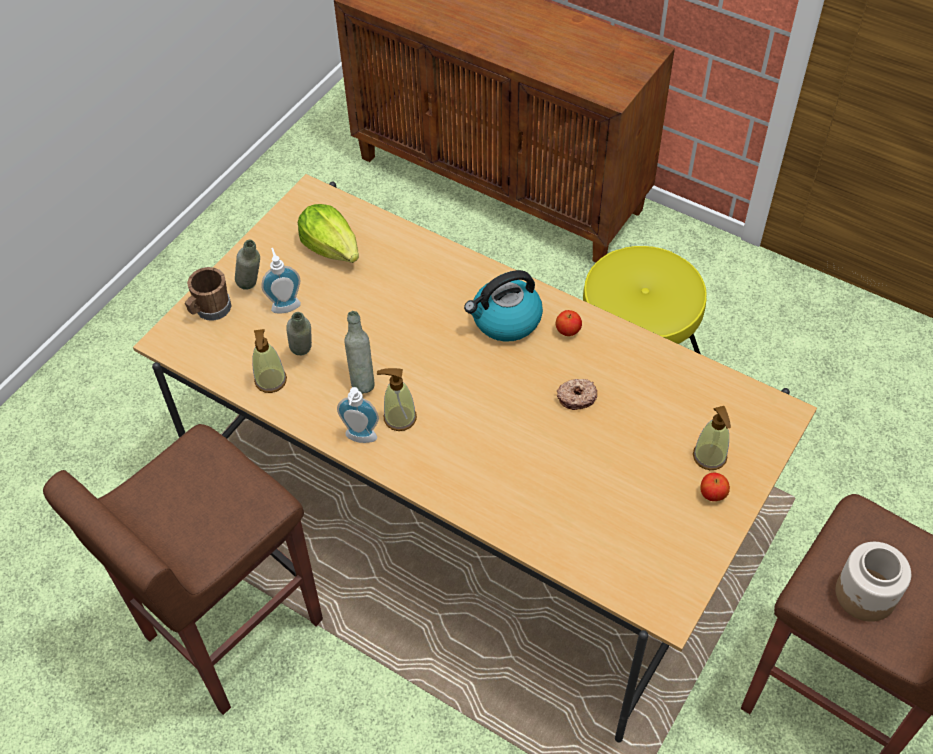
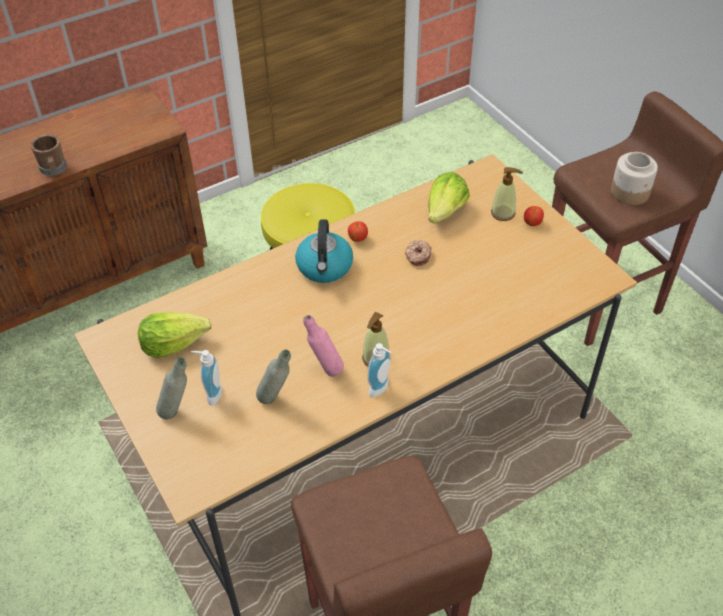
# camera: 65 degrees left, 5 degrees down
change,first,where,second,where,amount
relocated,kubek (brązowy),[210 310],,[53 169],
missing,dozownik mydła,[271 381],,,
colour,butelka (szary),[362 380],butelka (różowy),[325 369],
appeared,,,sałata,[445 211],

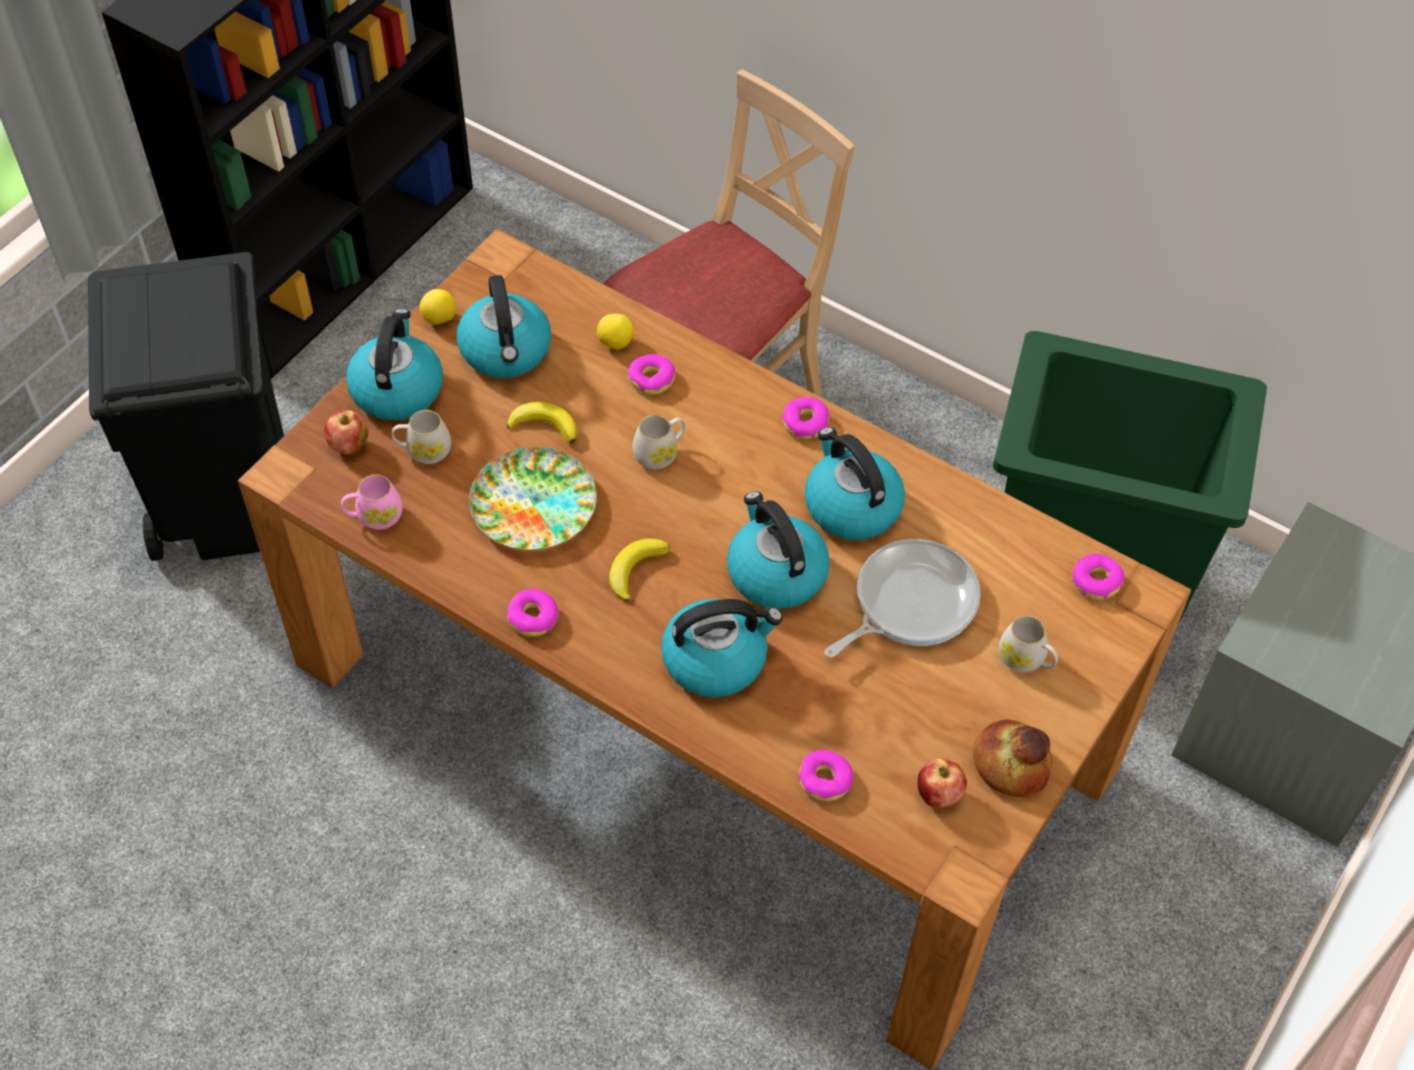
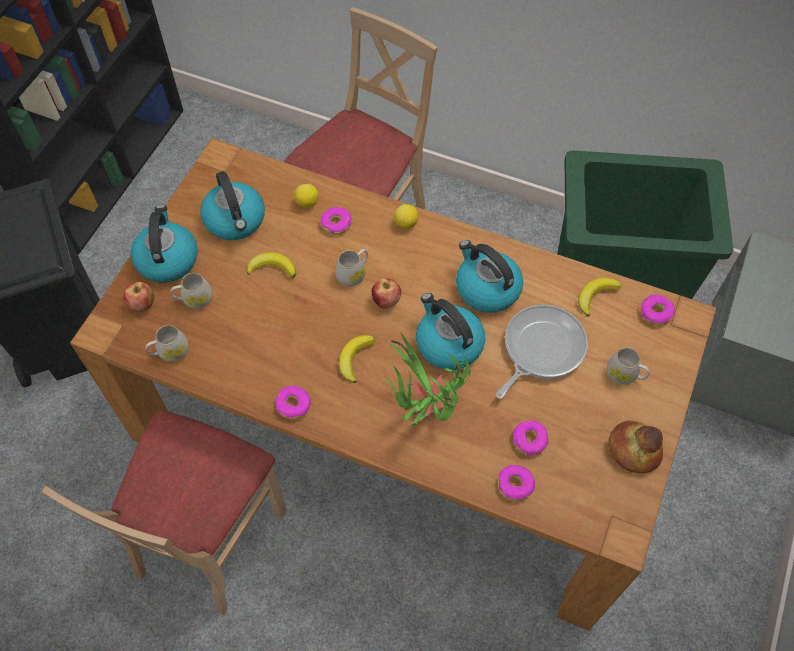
# camera: 10 degrees left, 5 degrees up
change,first,where,second,where,amount
colour,kubek (różowy),[374 516],kubek (biały),[170 352],
relocated,cytryna,[439 319],,[406 224],
missing,talerz,[534 504],,,
exchanged,czajnik,[716 659],roślina doniczkowa,[423 412],
relocated,donut,[805 423],,[529 440],
relocated,jabłko,[938 795],,[386 301],
appeared,,,krzesło (beżowy),[209 539],
appeared,,,banan,[595 296],

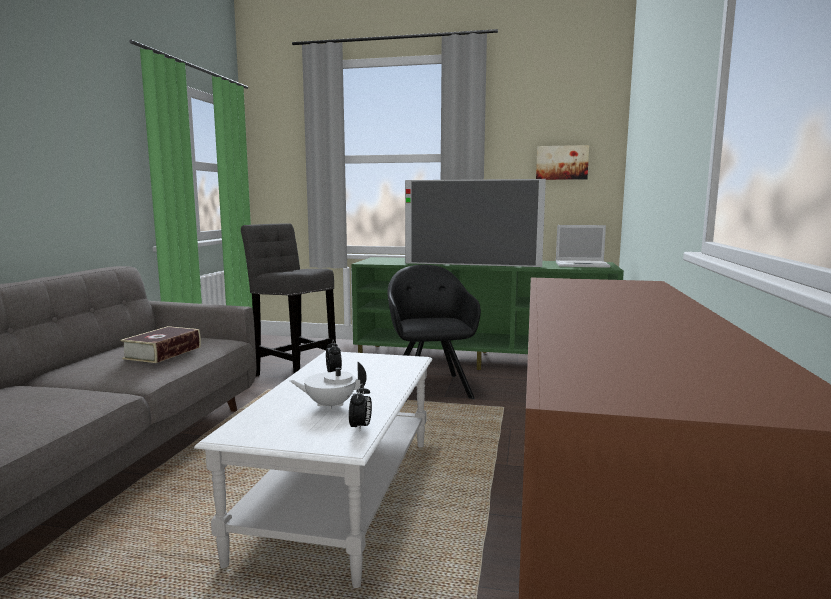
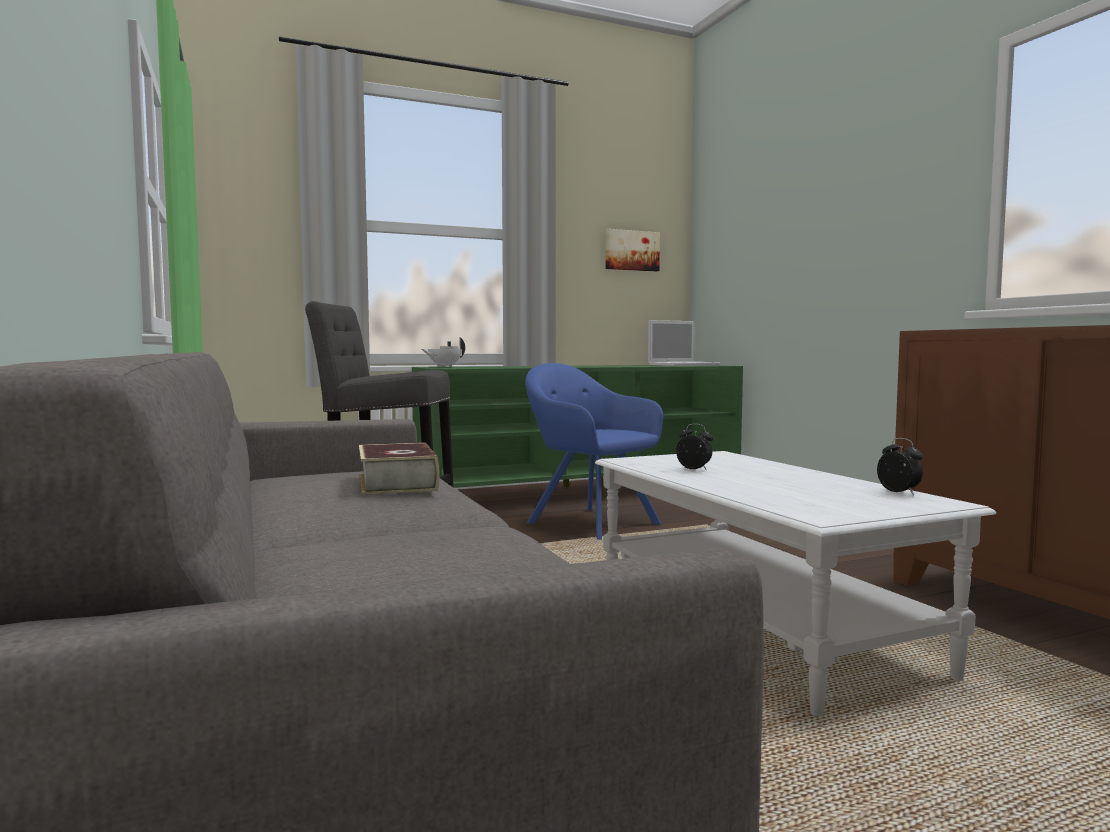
# camera: 35 degrees left, 5 degrees down
change,first,where,second,where,amount
relocated,imbryk (biały),[330 405],,[444 366],
colour,fotel (czarny),[429 386],fotel (niebieski),[588 522],
missing,telewizor,[471 265],,,

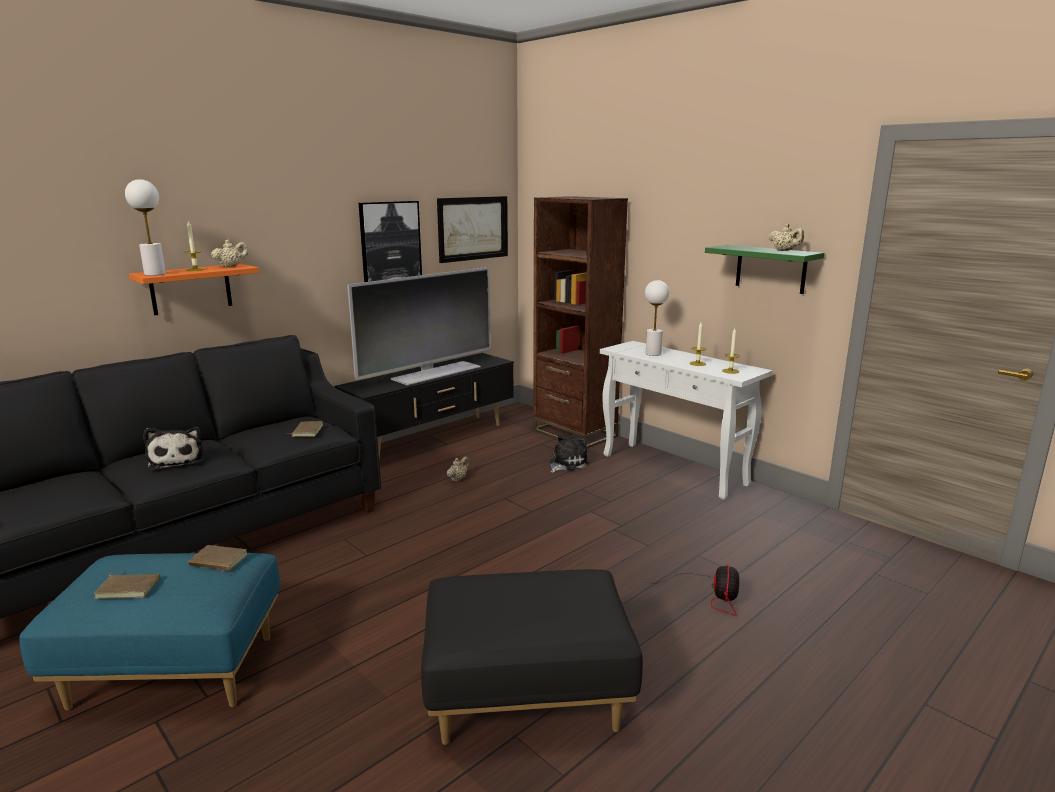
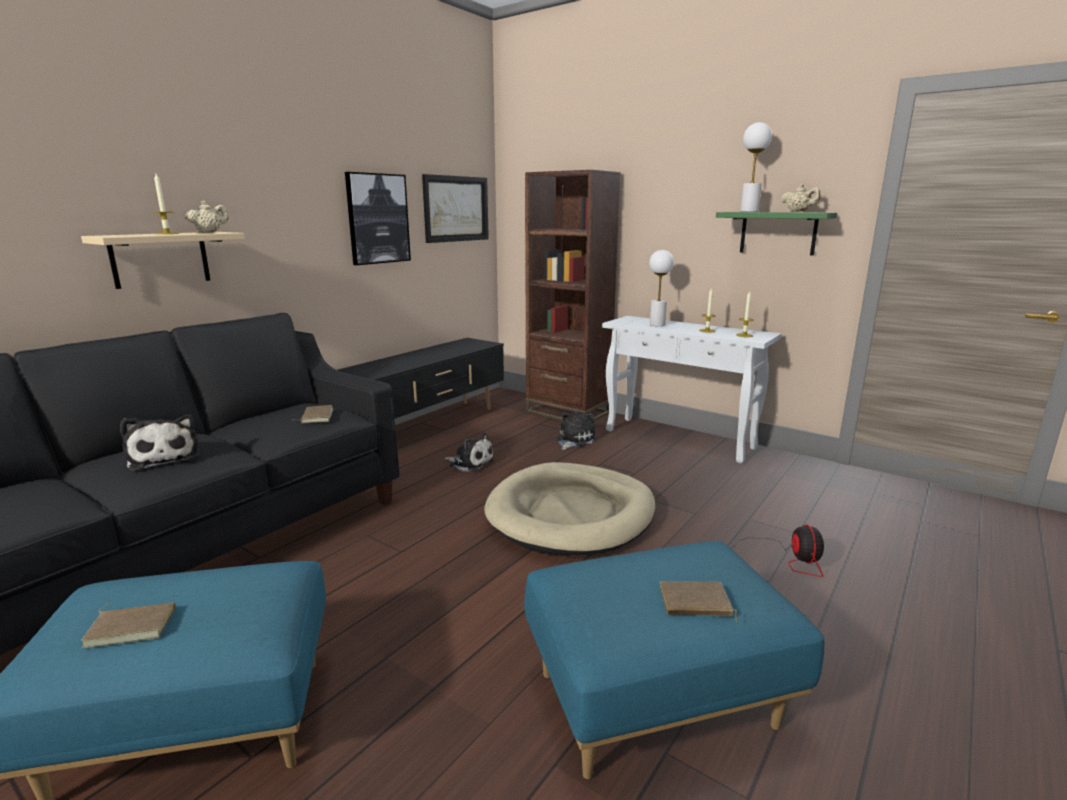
# camera: 10 degrees left, 0 degrees up
change,first,where,second,where,amount
relocated,lampa stołowa (biały),[154 274],,[749 211],
colour,półka (pomarańczowy),[191 289],półka (beżowy),[160 259],
relocated,książka (brązowy),[217 561],,[695 604],
missing,telewizor,[435 373],,,
colour,pufa (czarny),[525 699],pufa (niebieski),[655 702],
exchanged,imbryk (beżowy),[458 479],pluszak,[470 463],
appeared,,,legowisko (beżowy),[571 514],

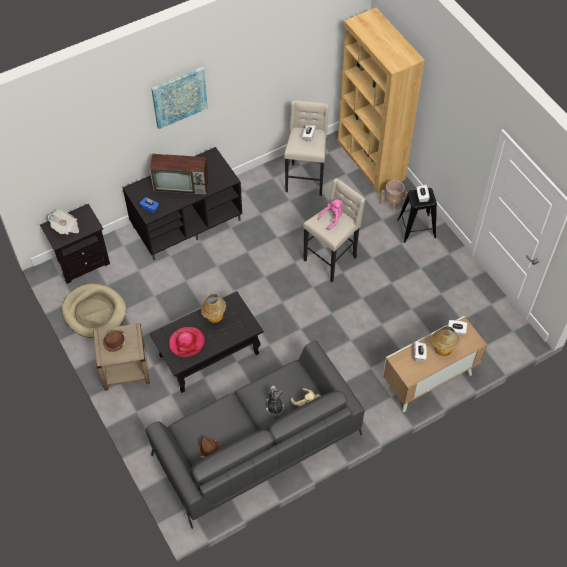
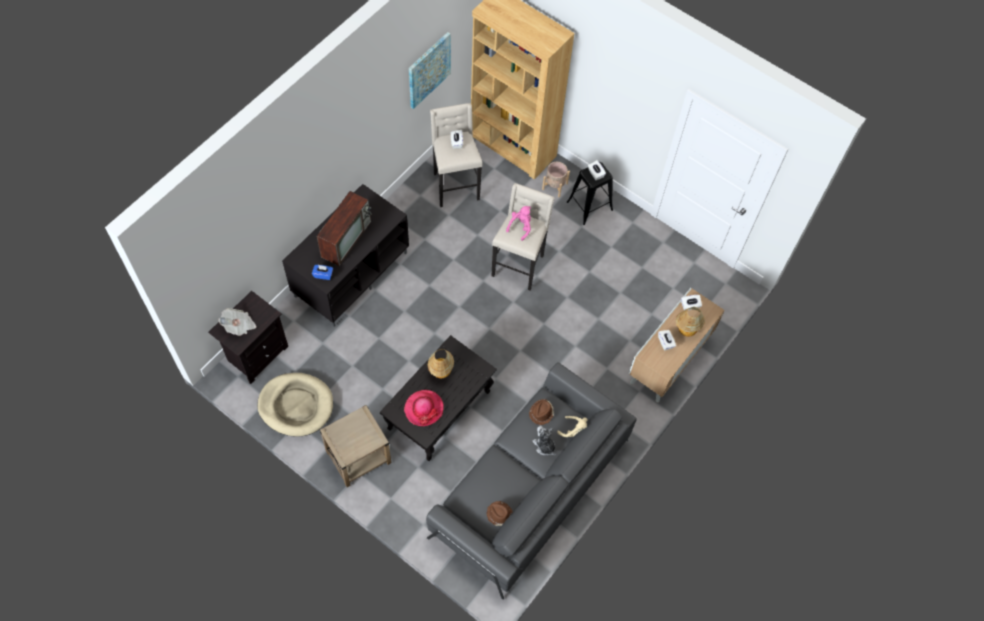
# camera: 25 degrees left, 5 degrees up
change,first,where,second,where,amount
relocated,kapelusz (brązowy),[115 342],,[541 413],
spun,telewizor,[182 185],,[346 238],45 degrees counterclockwise
relocated,obraz,[179 97],,[428 70],

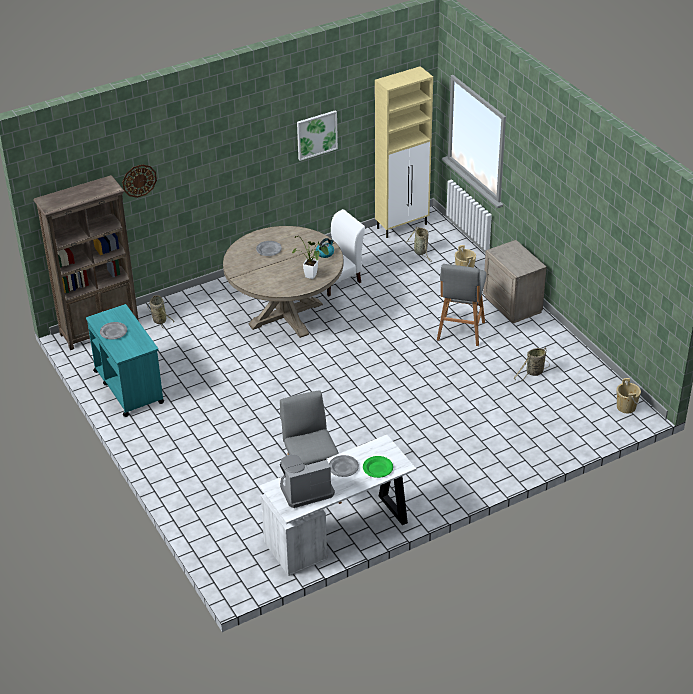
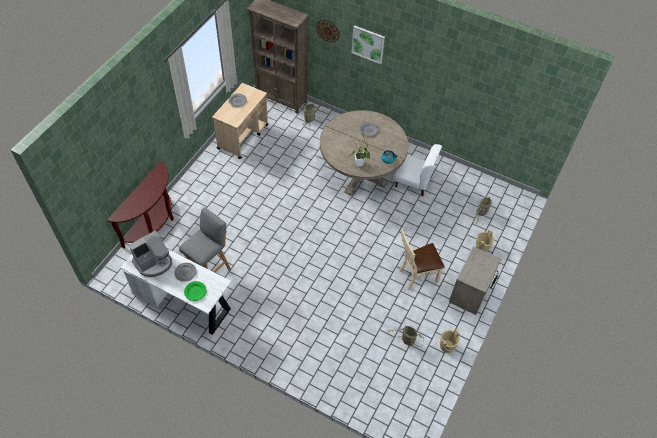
# camera: 55 degrees right, 15 degrees up
change,first,where,second,where,amount
colour,wózek (turkusowy),[128 386],wózek (beżowy),[243 136],
spun,ekspres do kawy,[305 490],,[154 263],105 degrees clockwise
relocated,obraz,[316 134],,[368 44],
missing,szafka (beżowy),[402 226],,,
exchanged,stołek (szary),[460 332],krzesło (beżowy),[416 276],
relocated,wiadro (beżowy),[626 407],,[447 346],
appeared,,,stolik konsolowy (brązowy),[153 225],

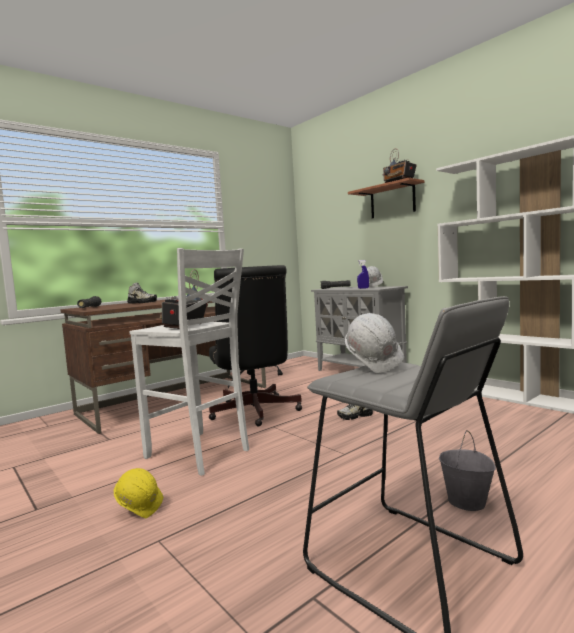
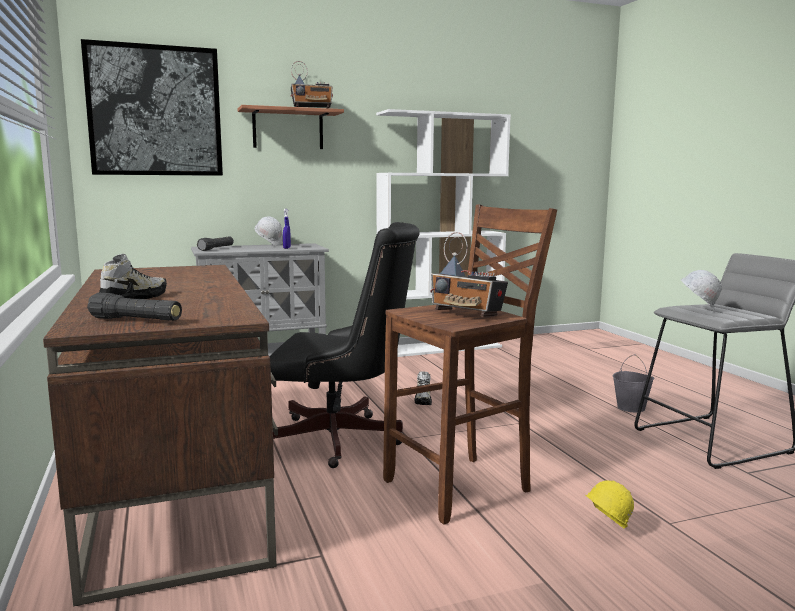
# camera: 70 degrees left, 5 degrees up
change,first,where,second,where,amount
colour,stołek (biały),[199 454],stołek (brązowy),[461 487],
appeared,,,obraz,[155 111],

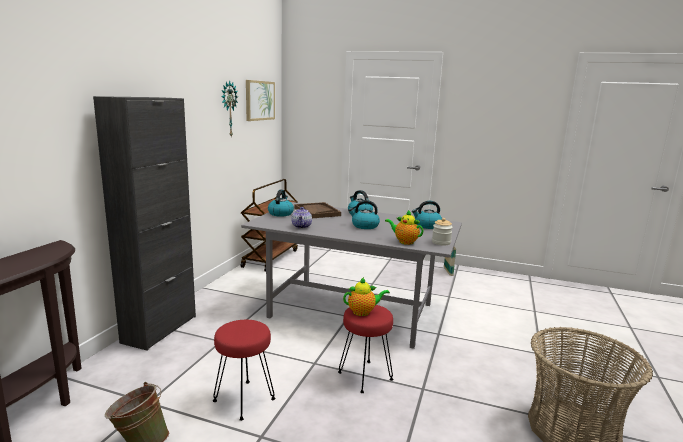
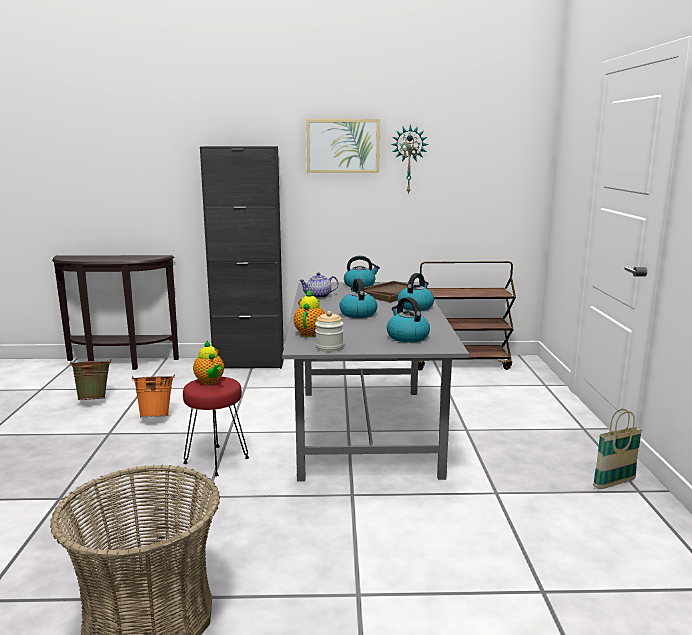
# camera: 70 degrees right, 0 degrees up
change,first,where,second,where,amount
exchanged,stołek (czerwony),[244 399],wiadro (pomarańczowy),[156 416],
relocated,obraz,[259 100],,[343 146],

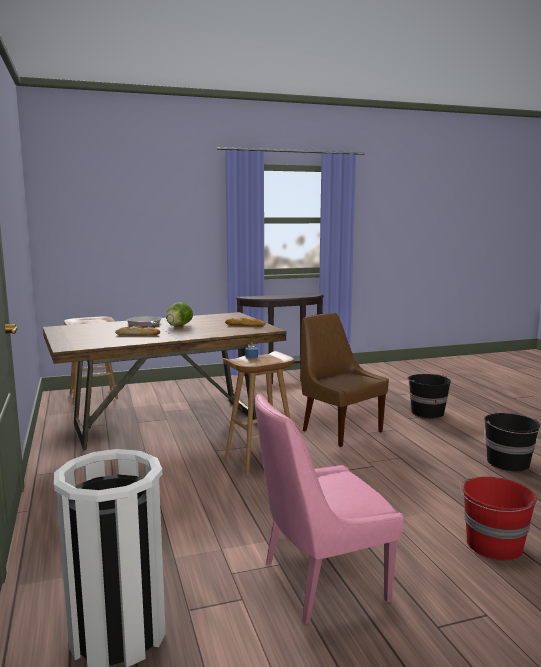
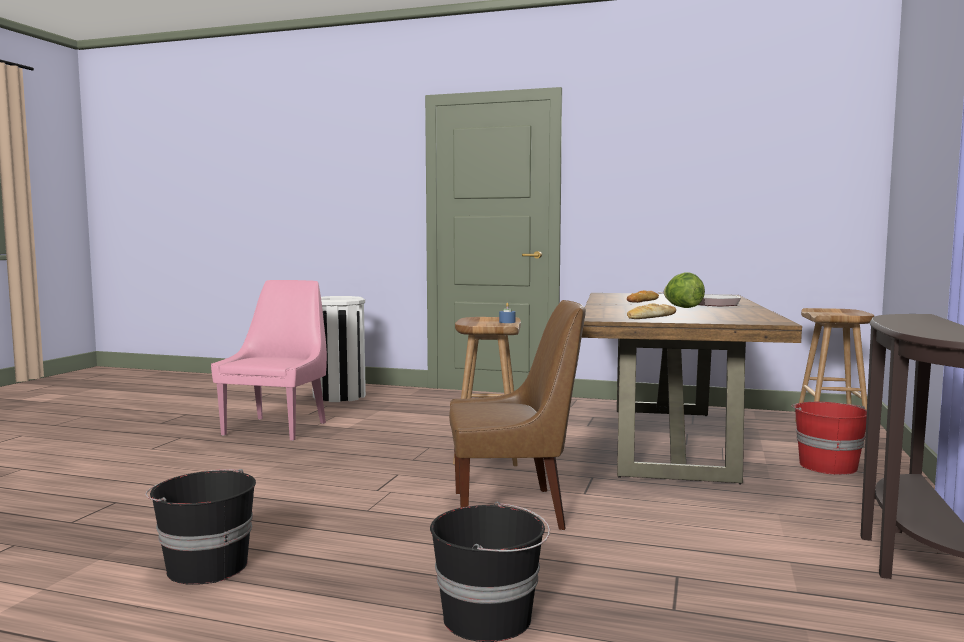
# camera: 125 degrees right, 5 degrees down
change,first,where,second,where,amount
relocated,wiadro (czerwony),[494 545],,[827 465],

